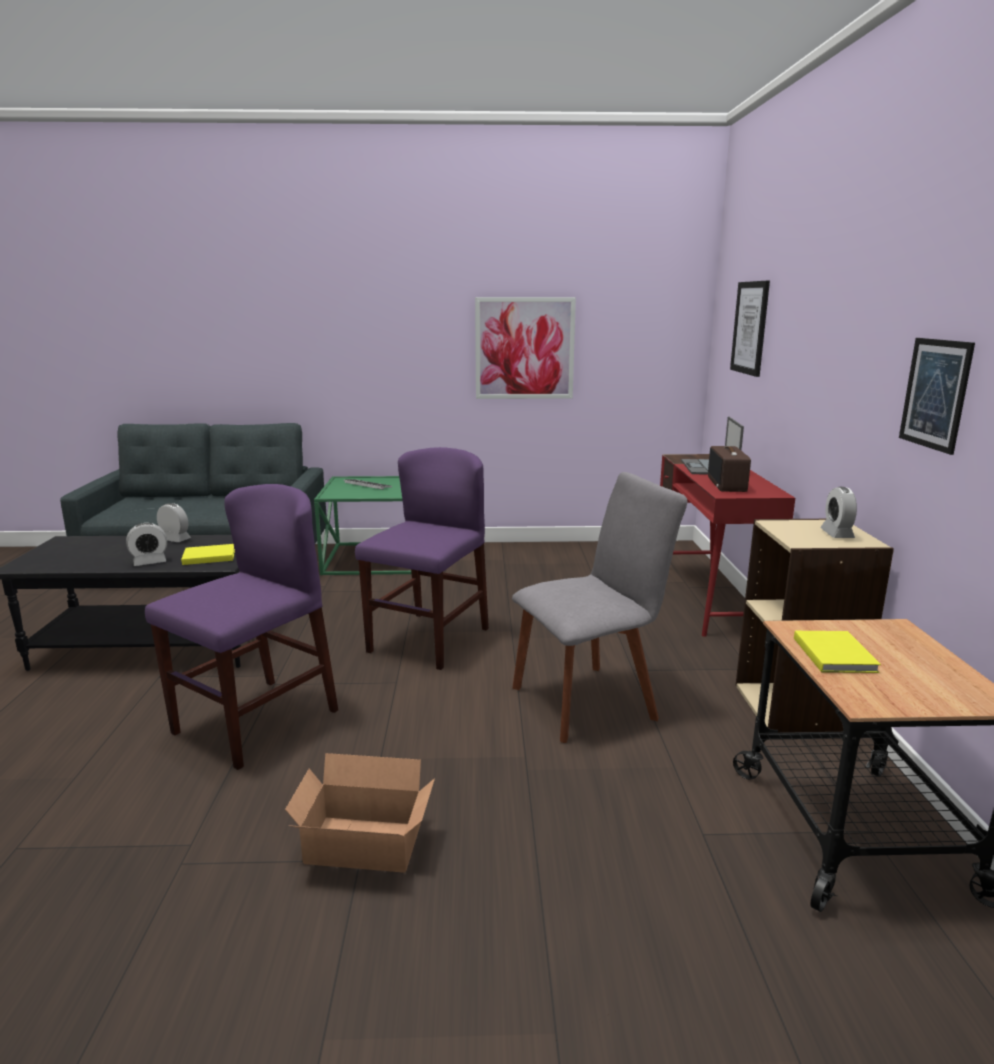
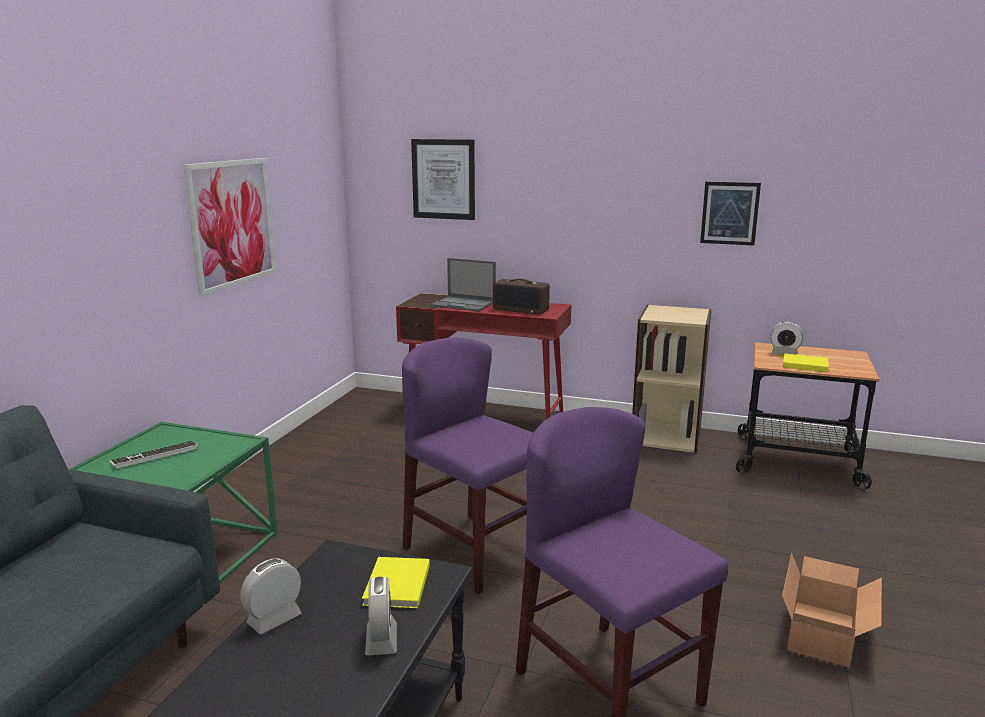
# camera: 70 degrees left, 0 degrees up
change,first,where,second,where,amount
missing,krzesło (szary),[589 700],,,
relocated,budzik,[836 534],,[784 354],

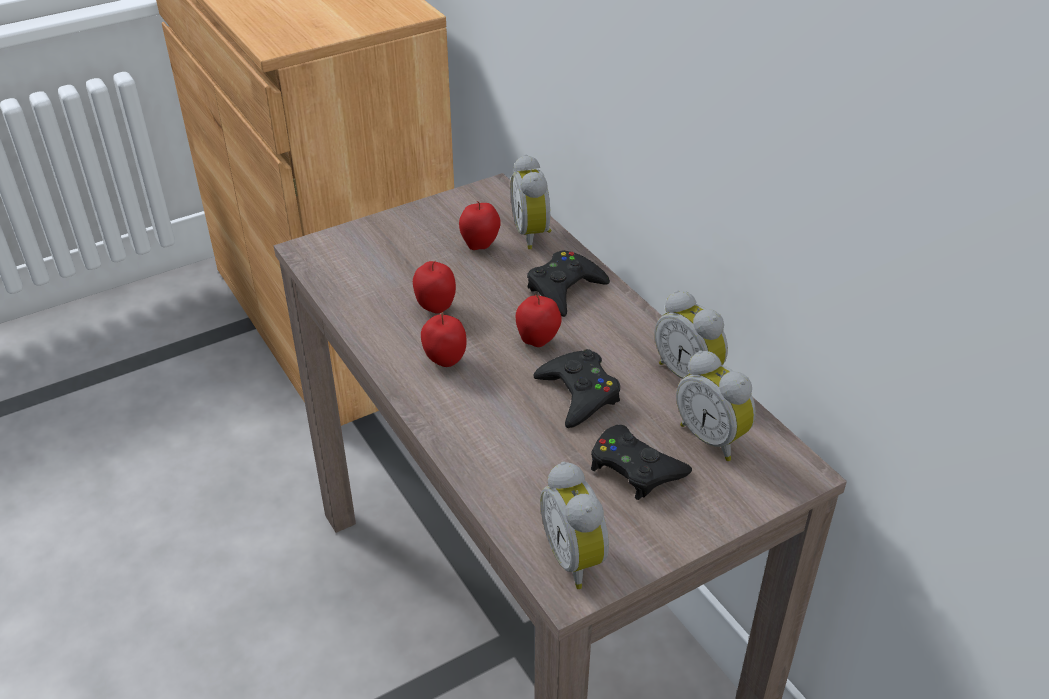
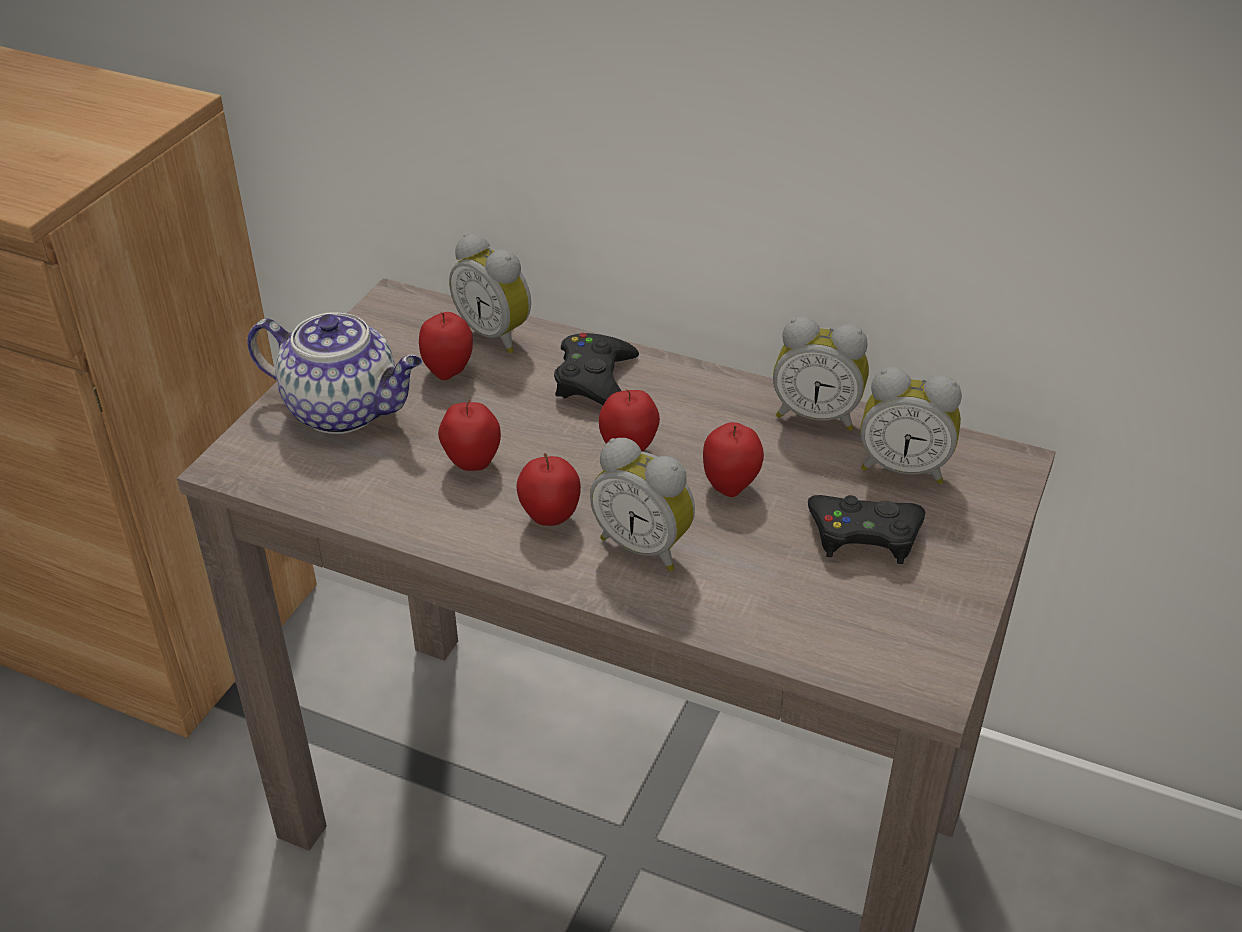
# camera: 35 degrees left, 0 degrees up
change,first,where,second,where,amount
exchanged,pad do gier (czarny),[579 394],jabłko,[730 486],
relocated,budzik,[577 558],,[645 545],
appeared,,,imbryk,[345 410],

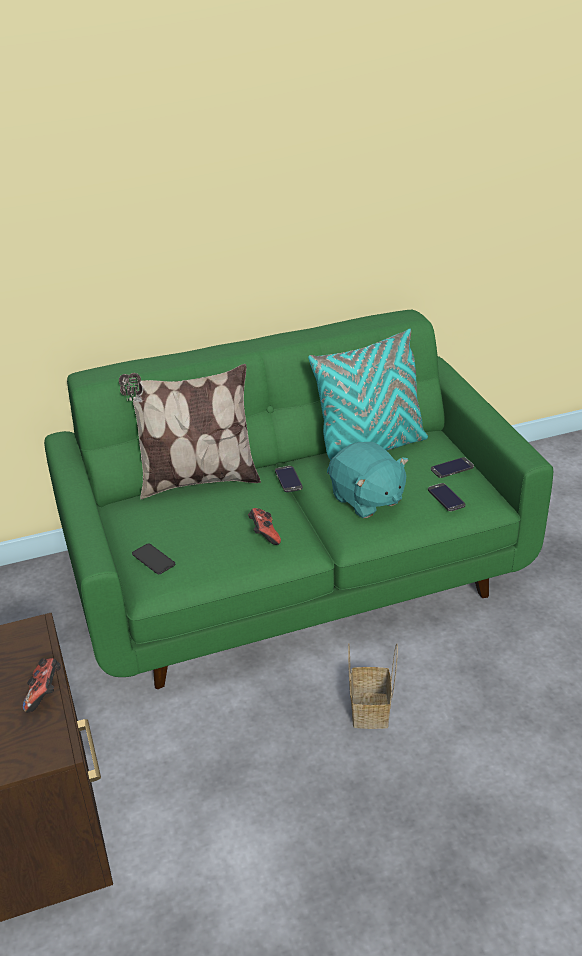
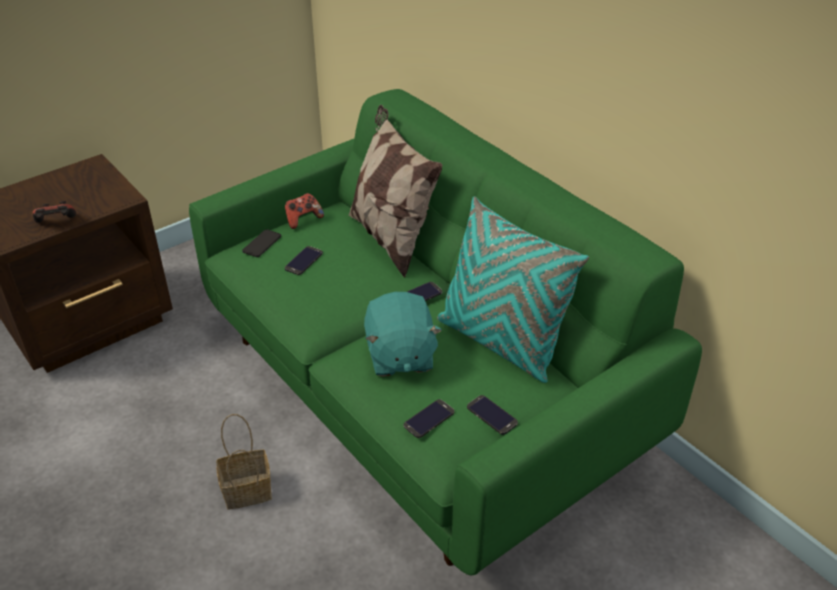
# camera: 70 degrees right, 5 degrees up
change,first,where,second,where,amount
relocated,pad do gier,[264 535],,[303 219],
spun,pluszak (turkusowy),[366 500],,[399 356],45 degrees counterclockwise
appeared,,,telefon,[303 261],

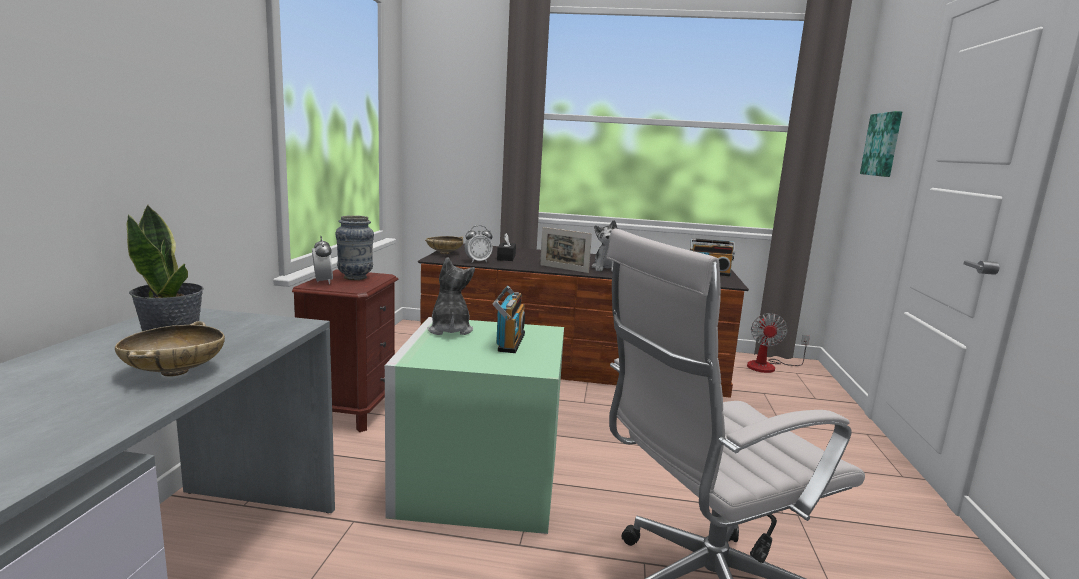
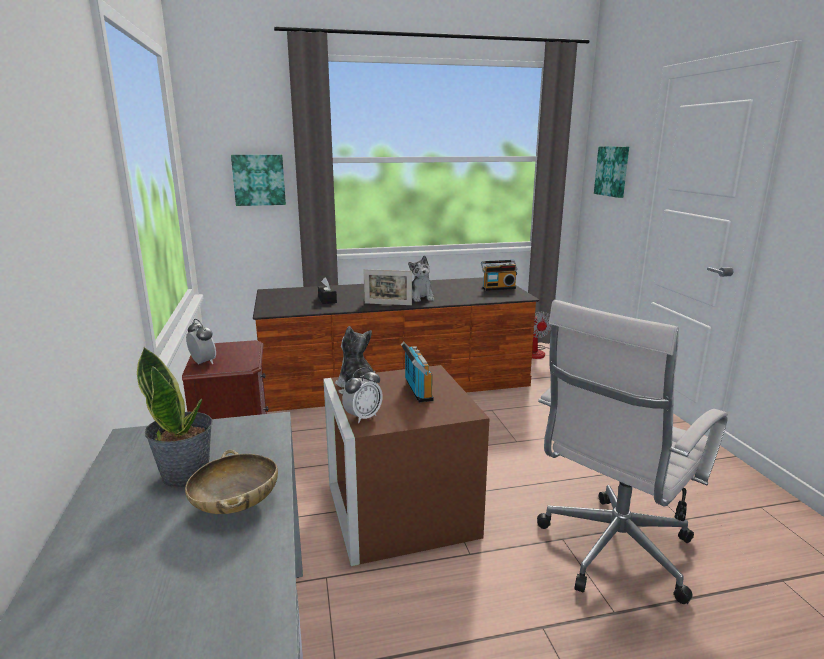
# camera: 20 degrees left, 5 degrees up
change,first,where,second,where,amount
missing,wazon,[355 277],,,
colour,pojemnik do przechowywania (zielony),[478 479],pojemnik do przechowywania (brązowy),[398 509],
missing,miska (beżowy),[444 253],,,
relocated,budzik,[478 261],,[363 417],
appeared,,,obraz,[259 180],

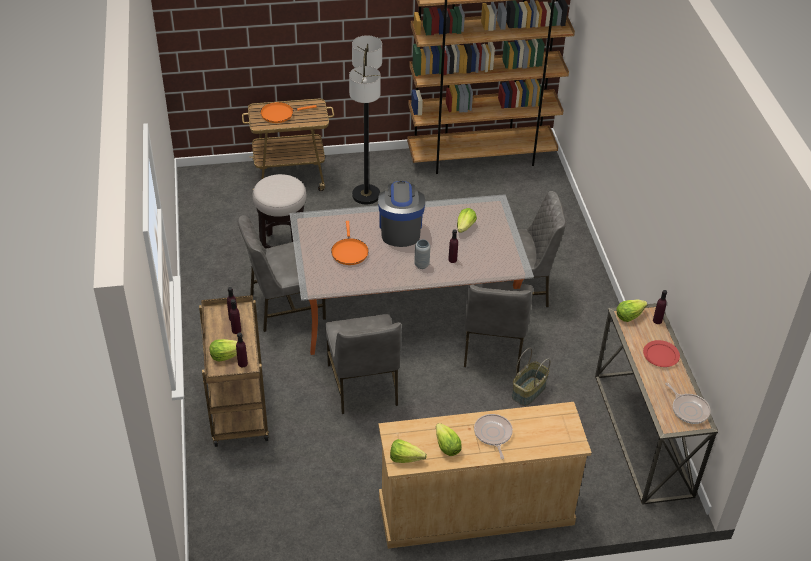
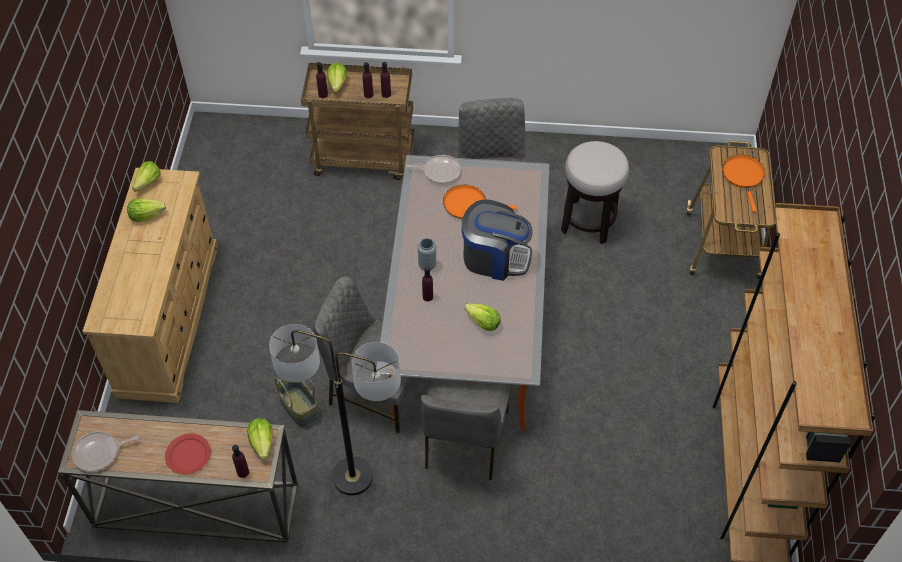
# camera: 105 degrees right, 10 degrees up
change,first,where,second,where,amount
missing,krzesło (szary),[363 385],,,
relocated,lampa stojąca,[366 195],,[353 477],
relocated,patelnia,[493 434],,[439 171],

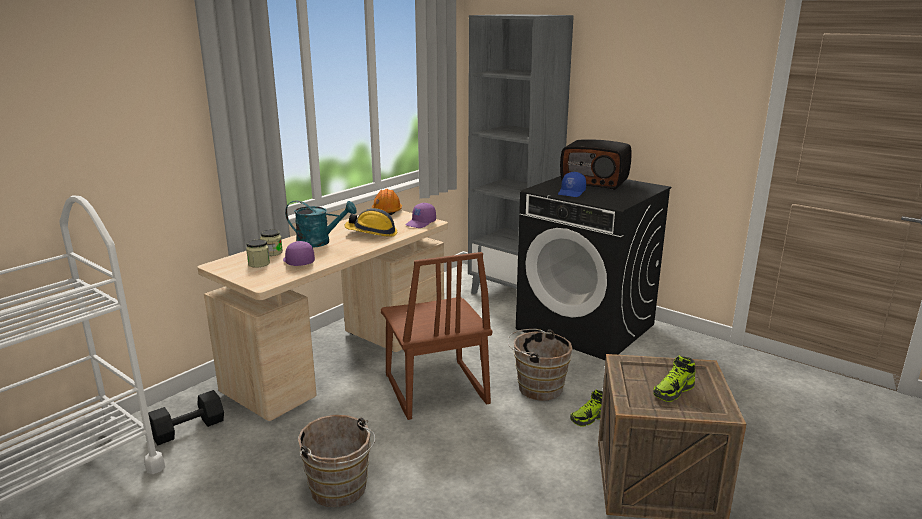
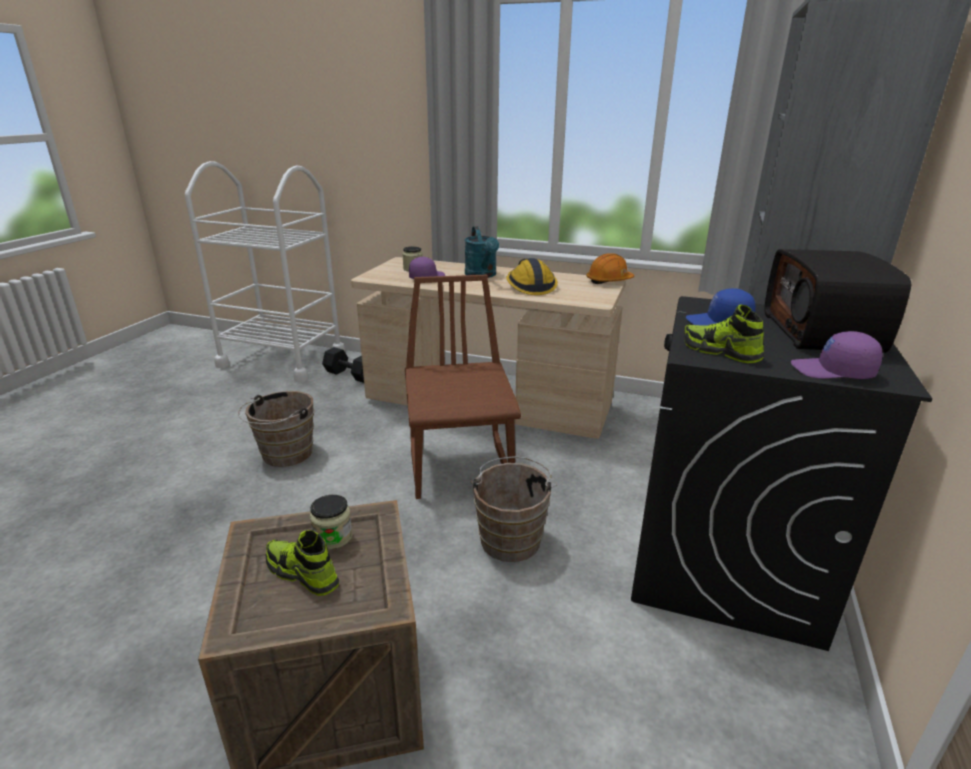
# camera: 70 degrees right, 5 degrees up
change,first,where,second,where,amount
relocated,słoik,[272 252],,[333 537],
spun,krzesło (brązowy),[434 390],,[461 466],120 degrees clockwise
relocated,czapka z daszkiem (fioletowy),[421 223],,[832 372],
relocated,but,[590 418],,[720 352],

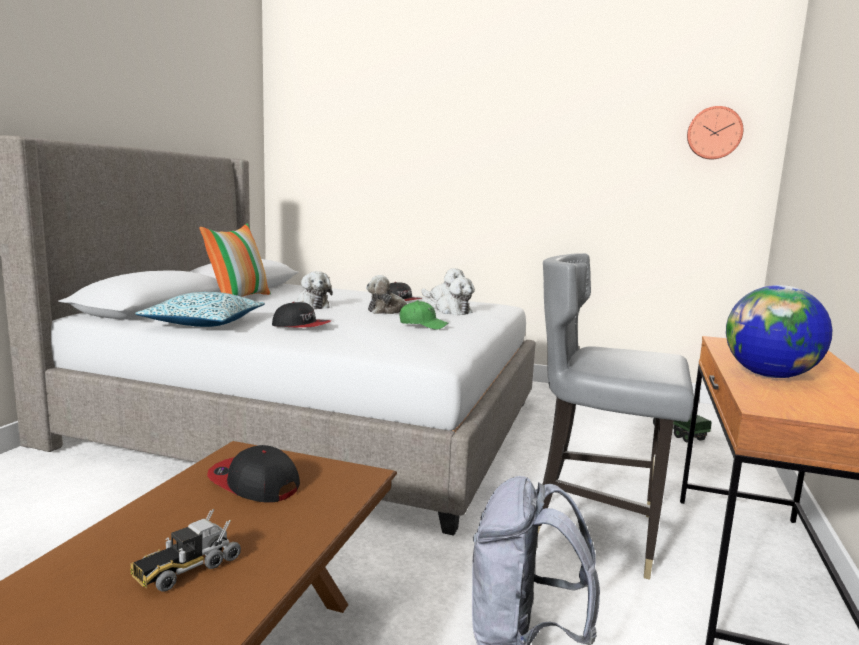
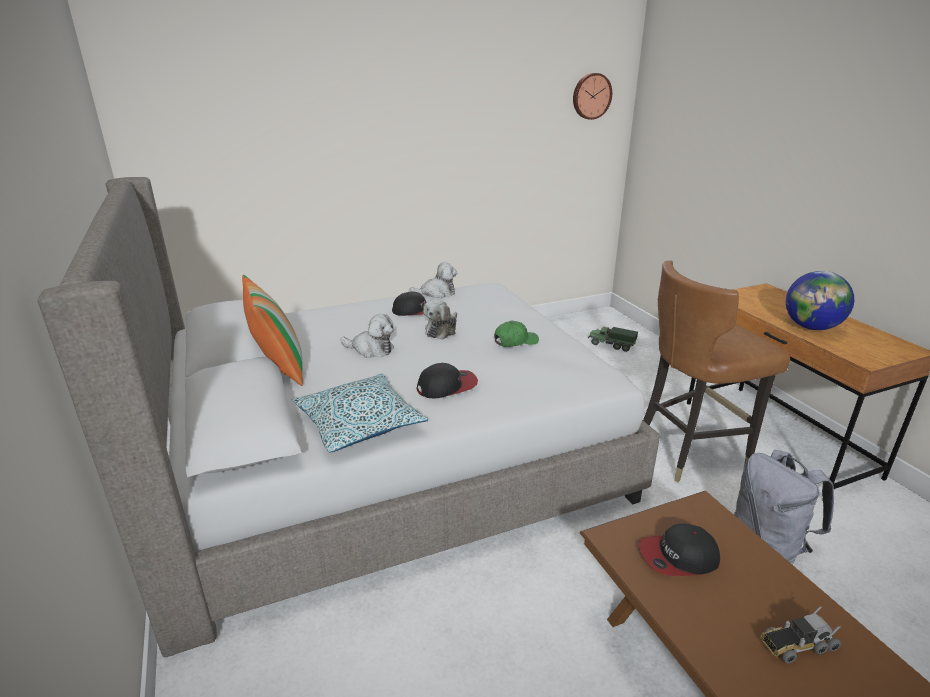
# camera: 40 degrees left, 15 degrees up
change,first,where,second,where,amount
spun,ciężarówka zabawkowa,[187 568],,[796 644],75 degrees clockwise
missing,pluszak,[451 311],,,
colour,krzesło (szary),[596 533],krzesło (brązowy),[689 452],

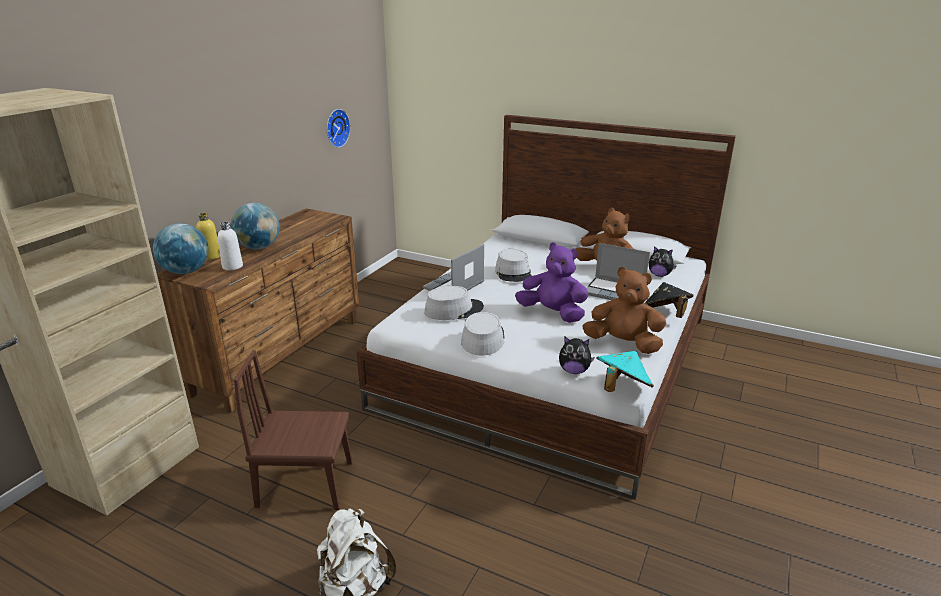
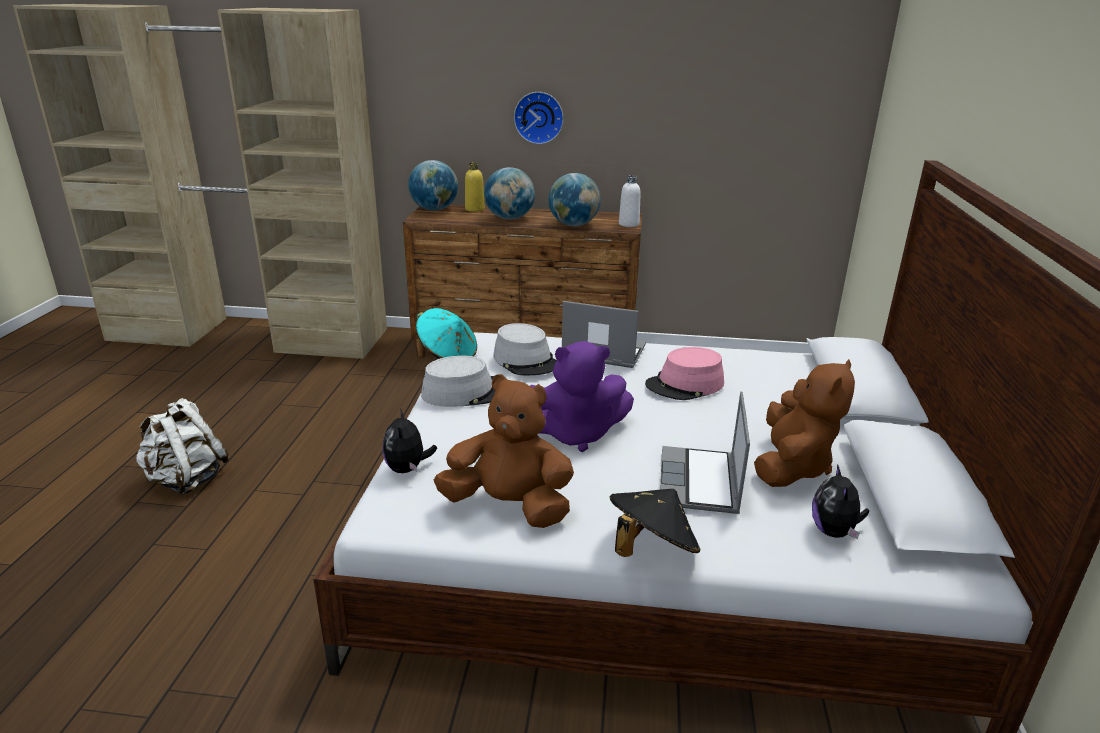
# camera: 70 degrees right, 0 degrees up
change,first,where,second,where,amount
relocated,butelka (biały),[232 266],,[628 224],
missing,krzesło (brązowy),[305 484],,,
relocated,zegar ścienny,[336 128],,[539 117],
colour,kapelusz (szary),[513 273],kapelusz (różowy),[685 385],
spun,pluszak (fioletowy),[553 313],,[576 434],75 degrees clockwise
spun,pluszak (brązowy),[623 344],,[509 506],75 degrees counterclockwise
relocated,kapelusz (turkusowy),[621 388],,[447 355],
appeared,,,globus,[573 225],

